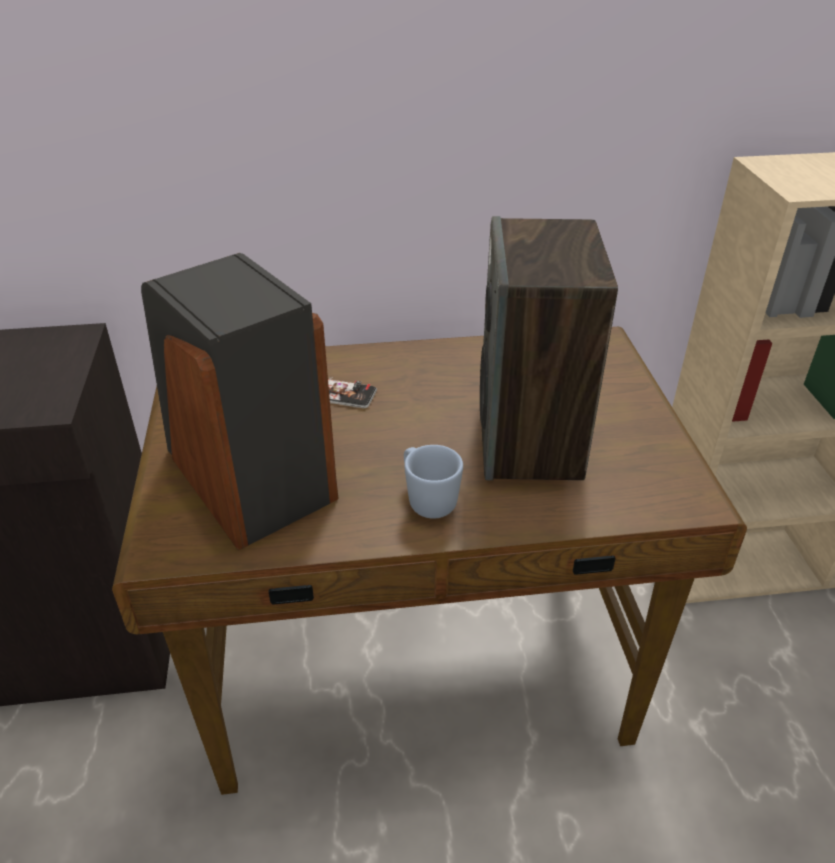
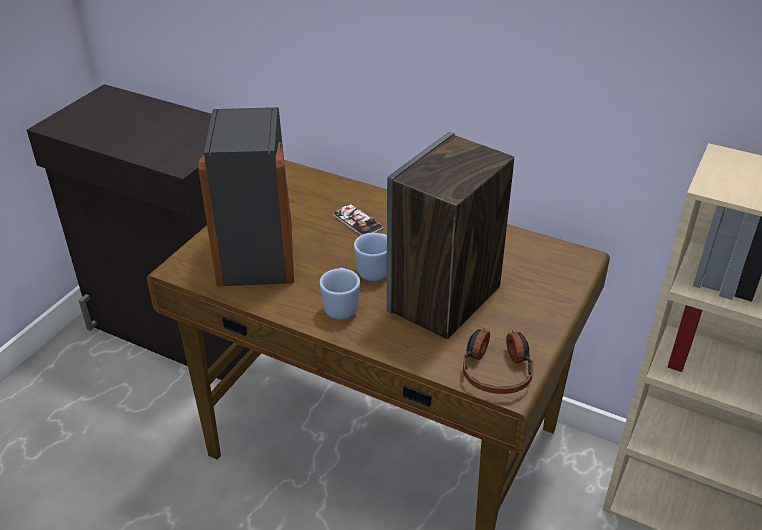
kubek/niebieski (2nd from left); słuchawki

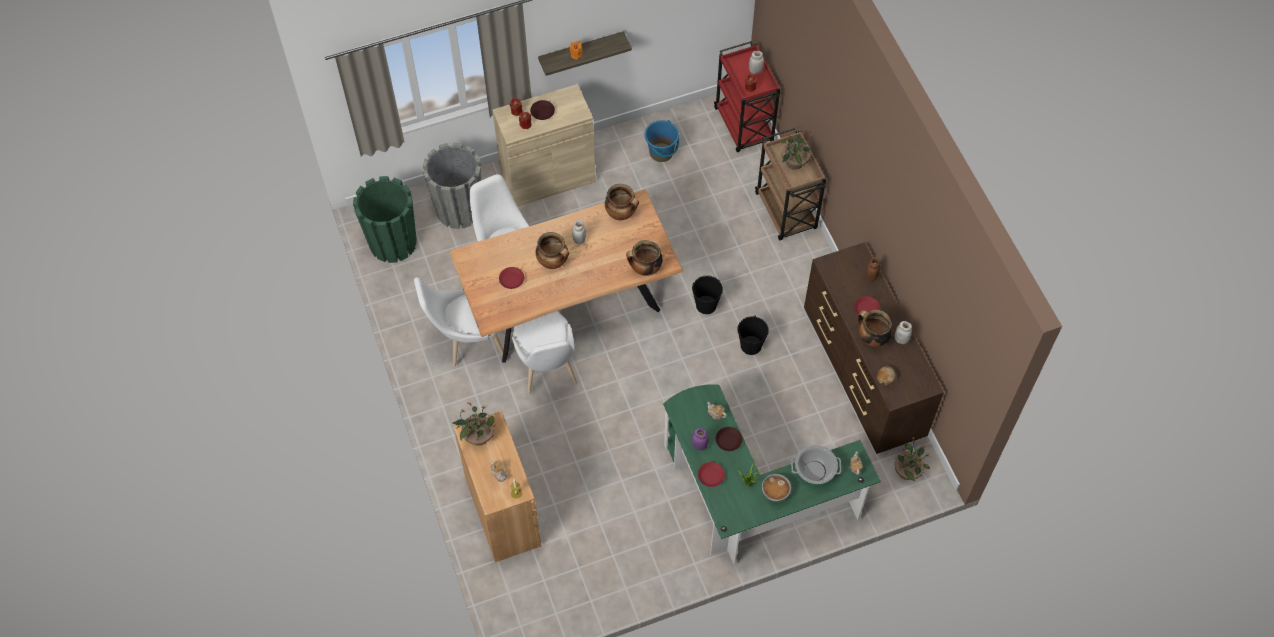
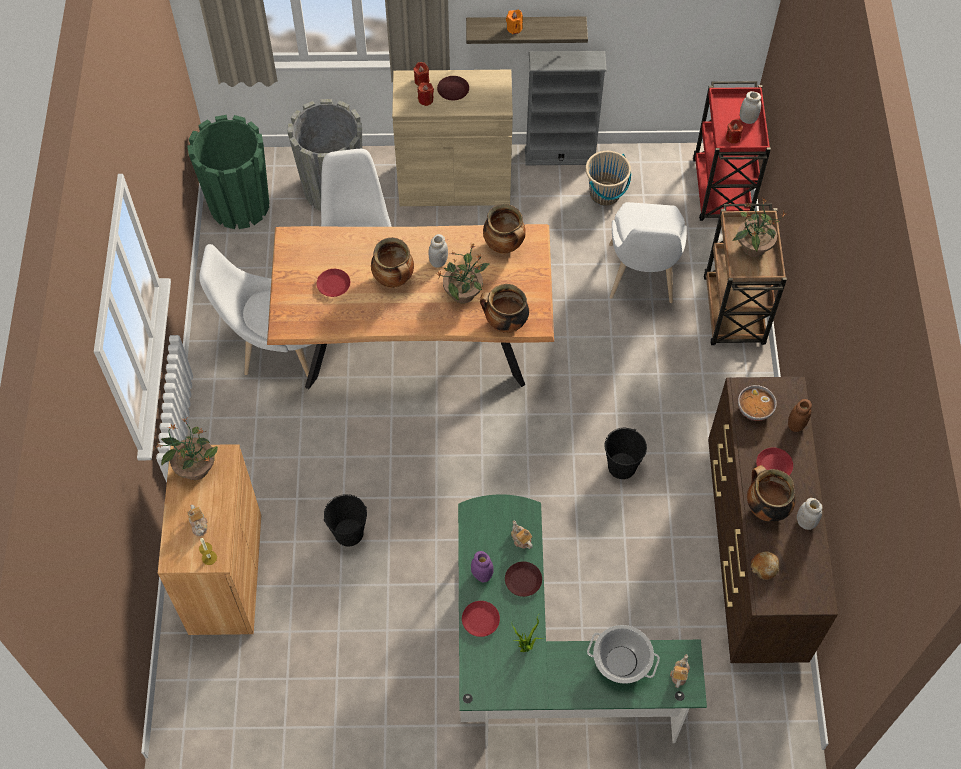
regał/szary; krzesło/biały (3rd from left); wiadro/czarny (1st from left); miska; roślina doniczkowa (2nd from left); wiadro/beżowy

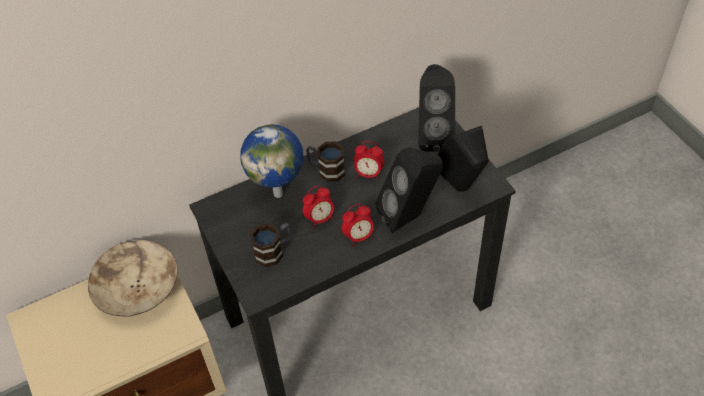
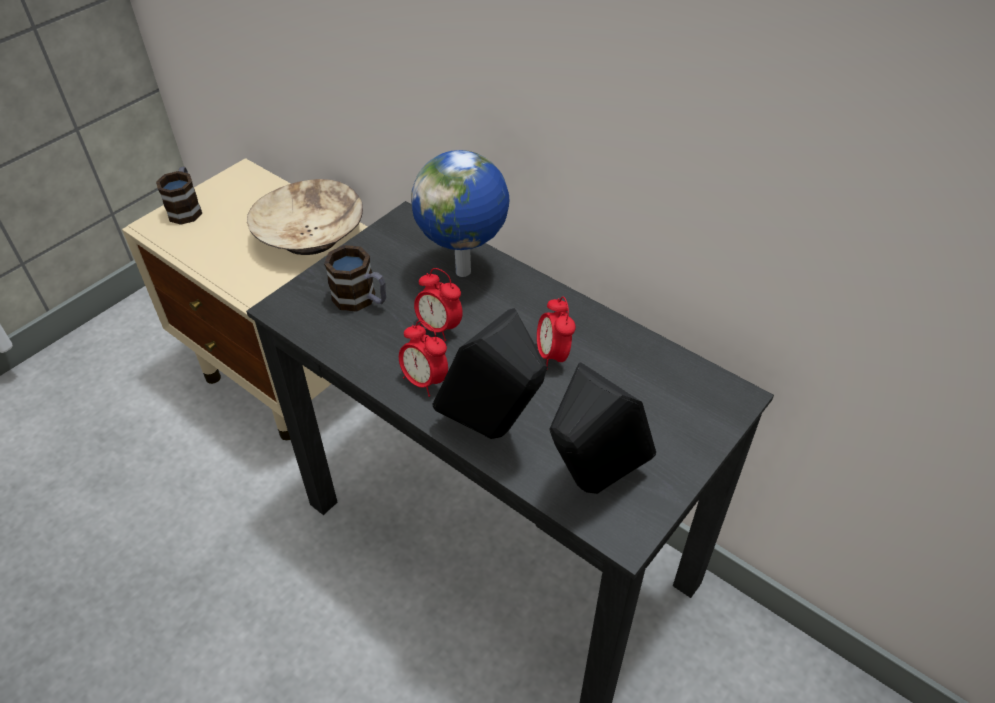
głośnik/czarny (2nd from left in the first image); kubek (1st from left)

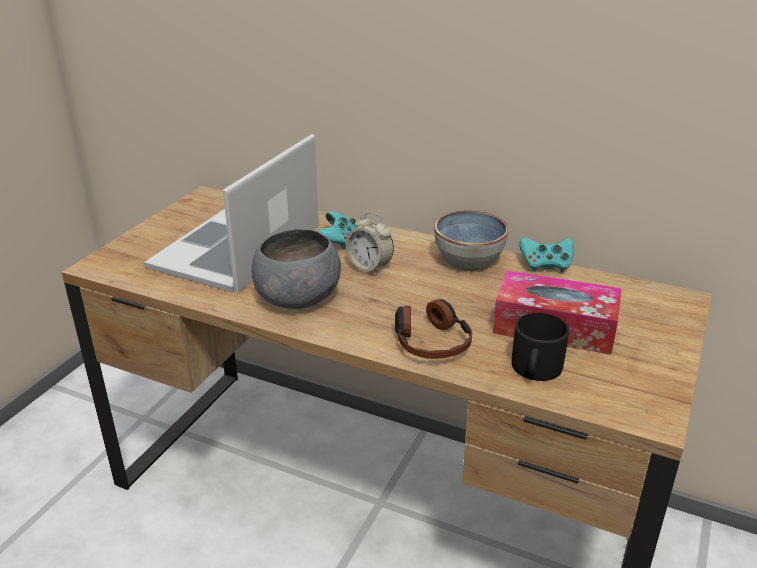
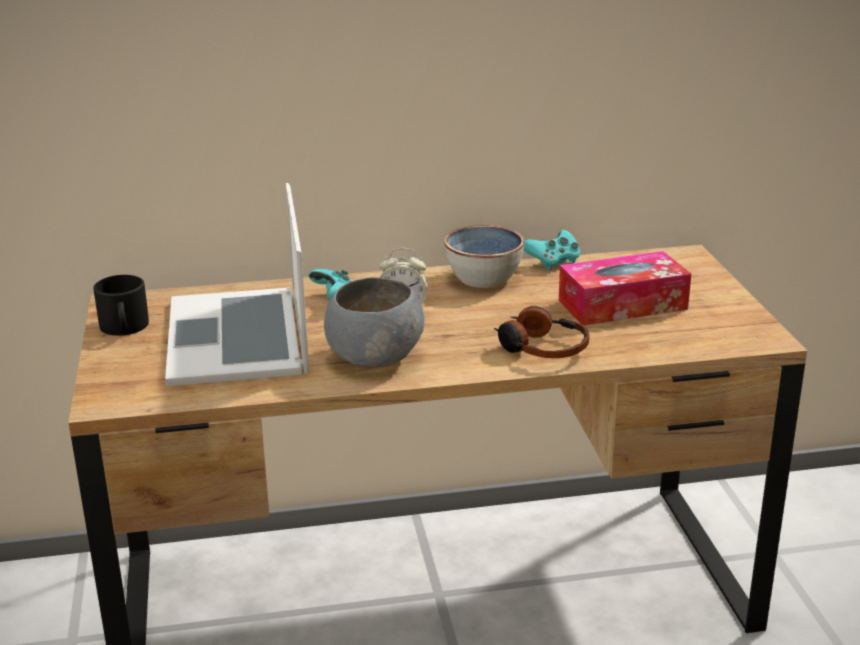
kubek/czarny

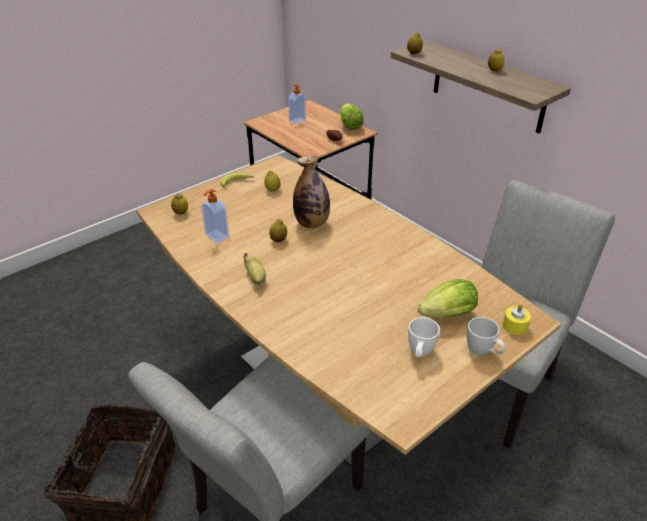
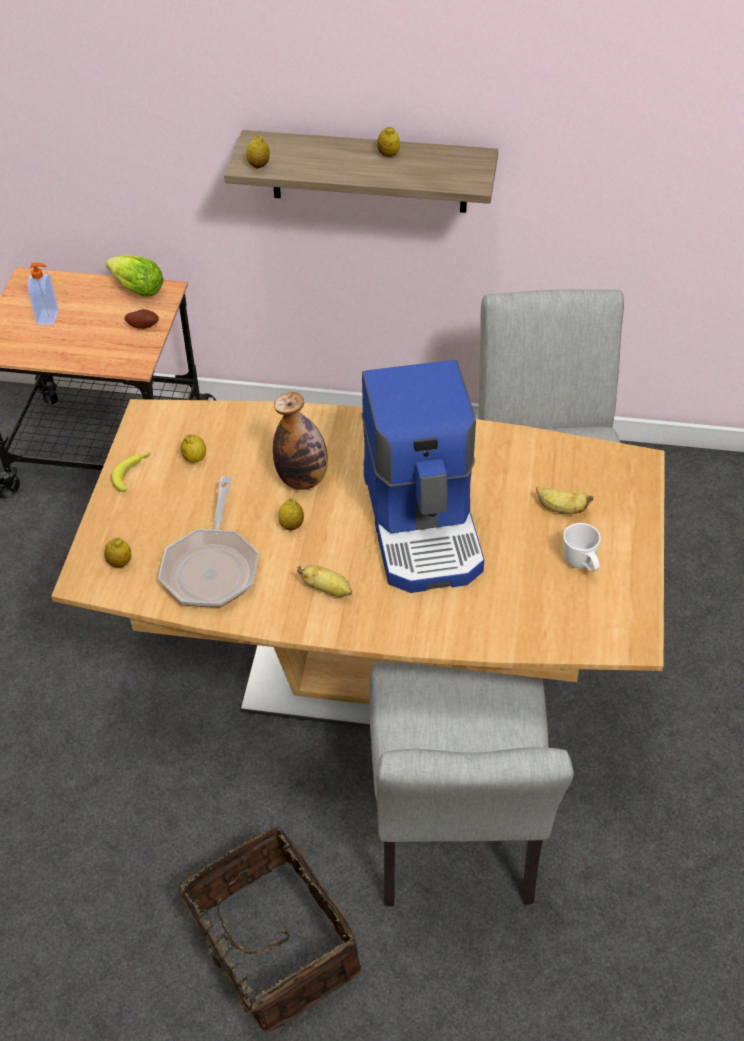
kubek/biały (2nd from left in the first image); świeca/żółty; ekspres do kawy; patelnia; banan (3rd from left)

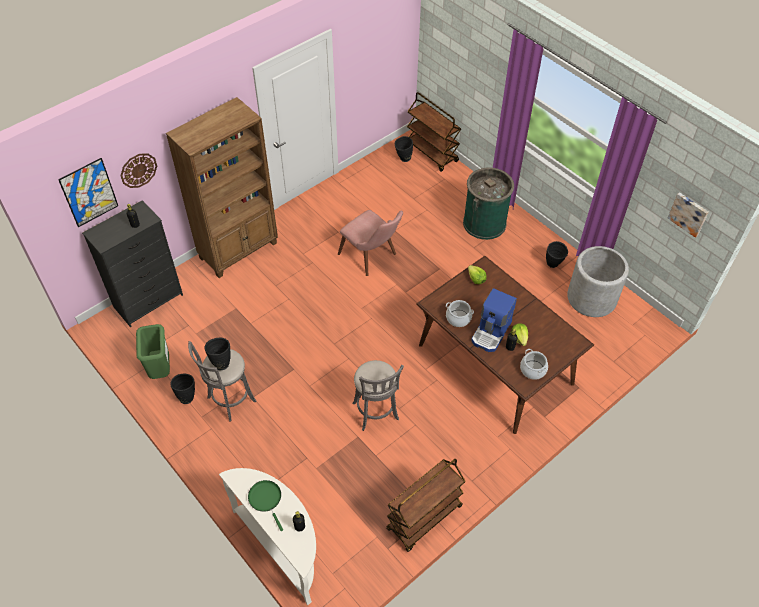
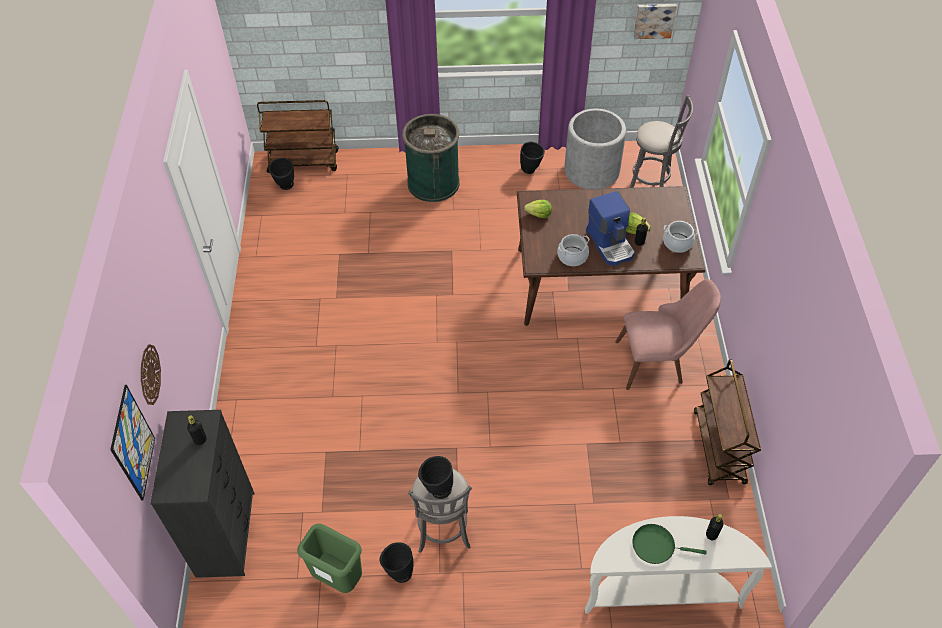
regał/brązowy; krzesło/różowy; stołek/szary (2nd from left)

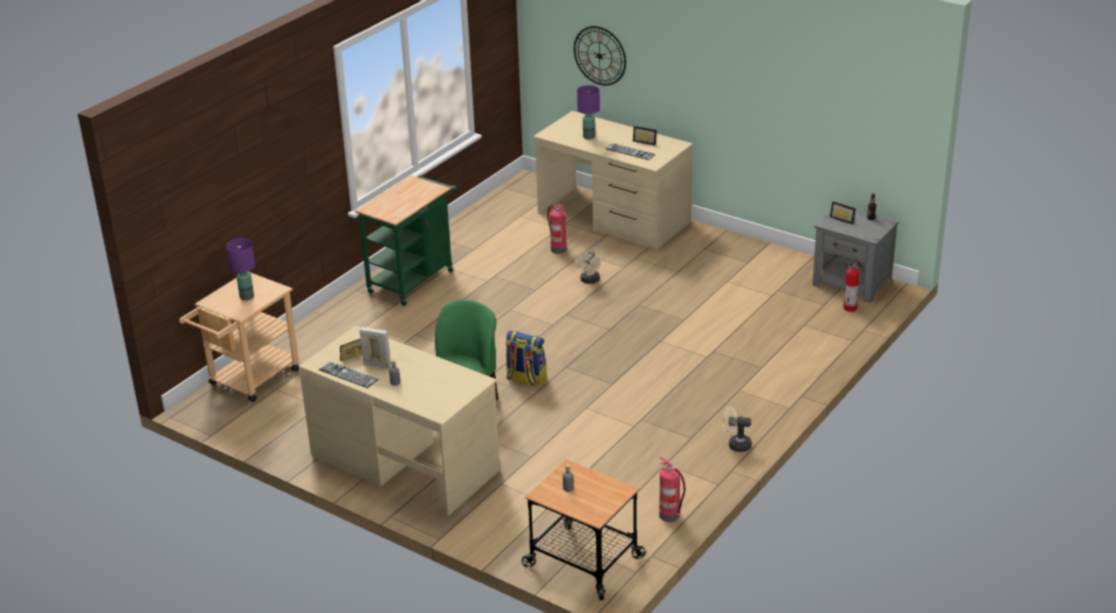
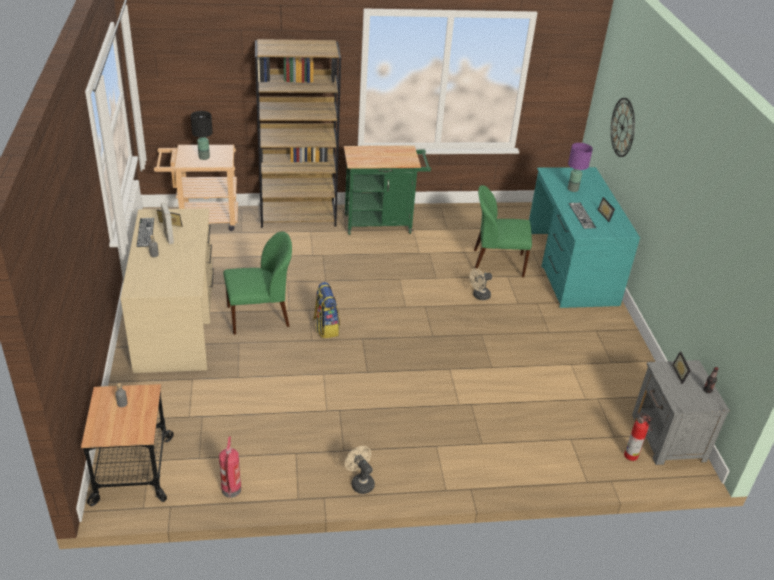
regał/brązowy; krzesło/zielony (2nd from left); lampa stołowa/czarny; biurko/turkusowy

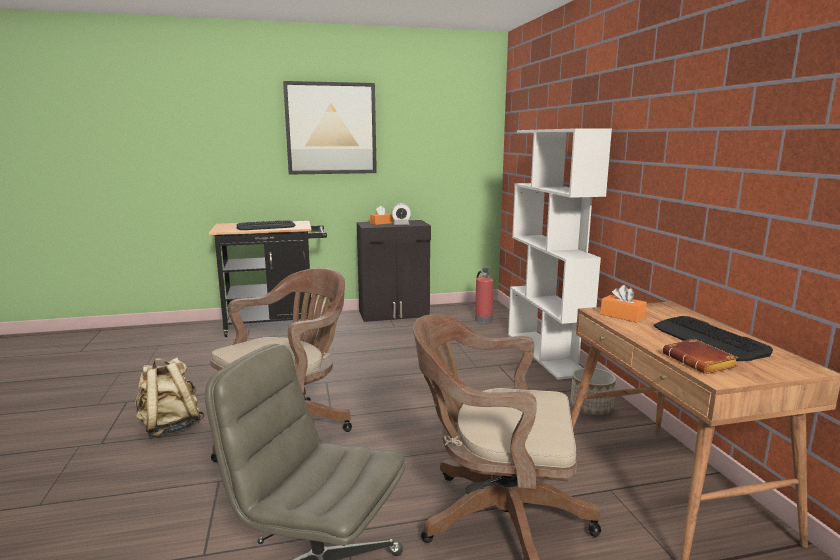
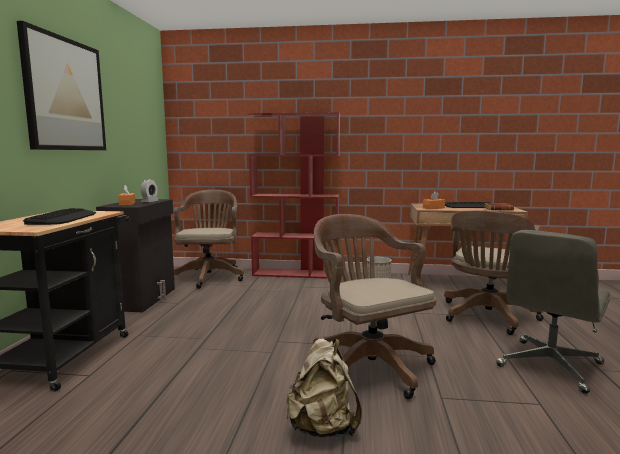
krzesło biurowe/brązowy (1st from left); regał/czerwony

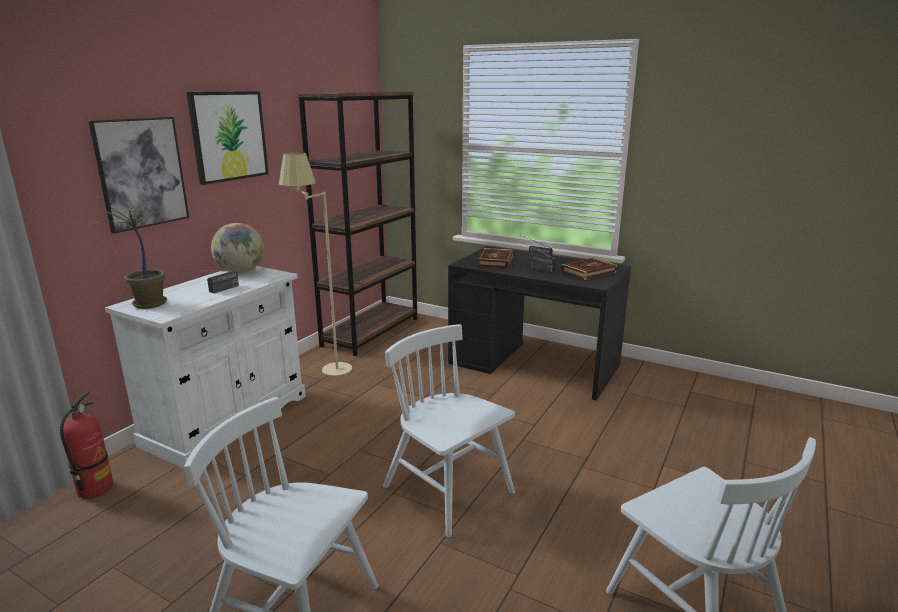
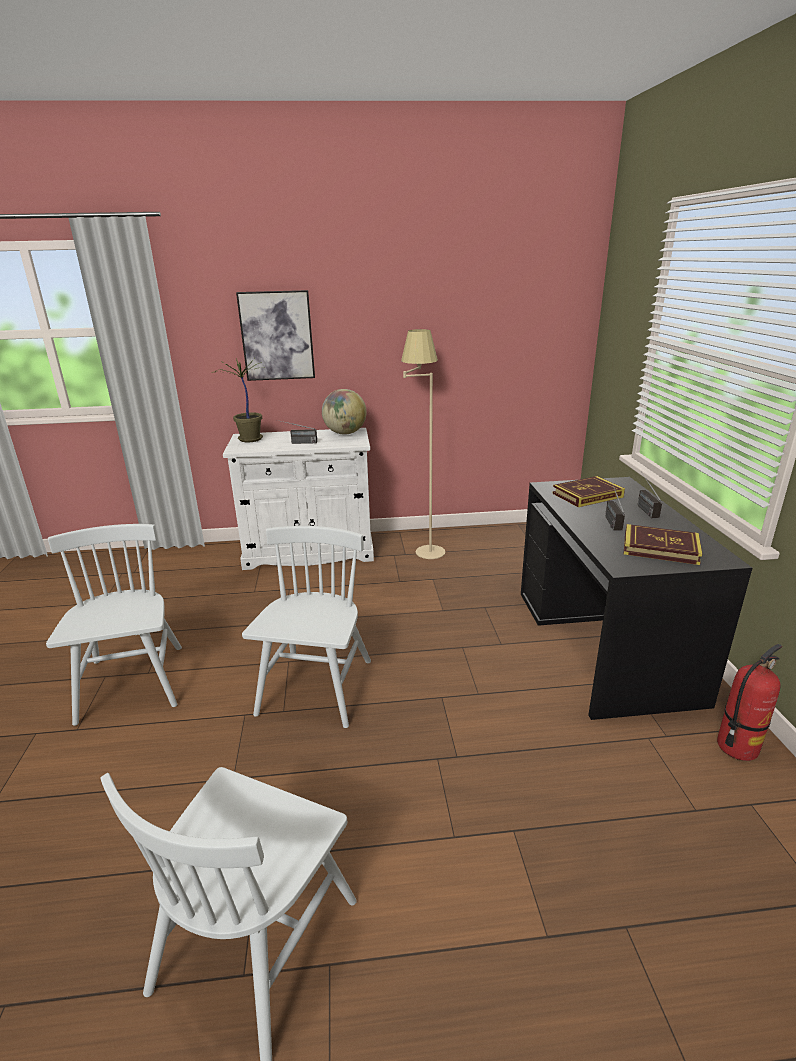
obraz (2nd from left in the first image); regał/brązowy; gaśnica

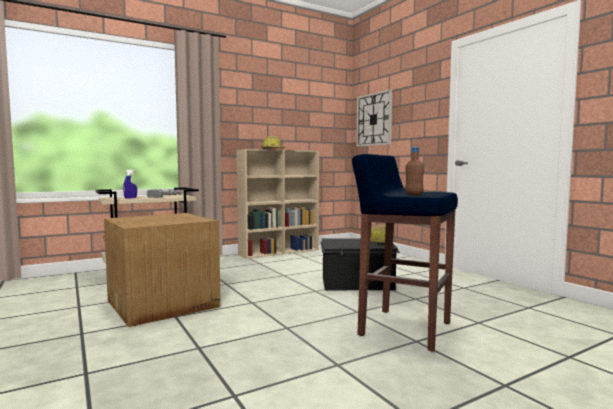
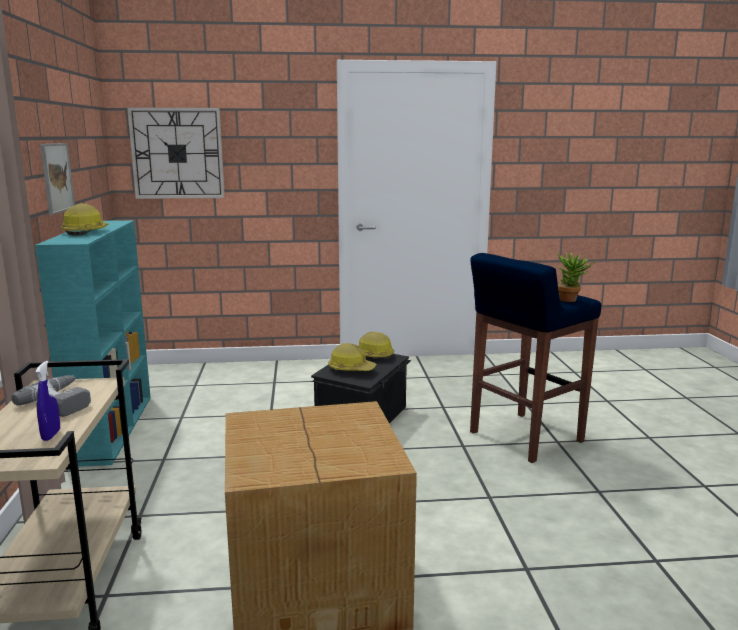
obraz; kask (2nd from left); roślina doniczkowa; regał/turkusowy

